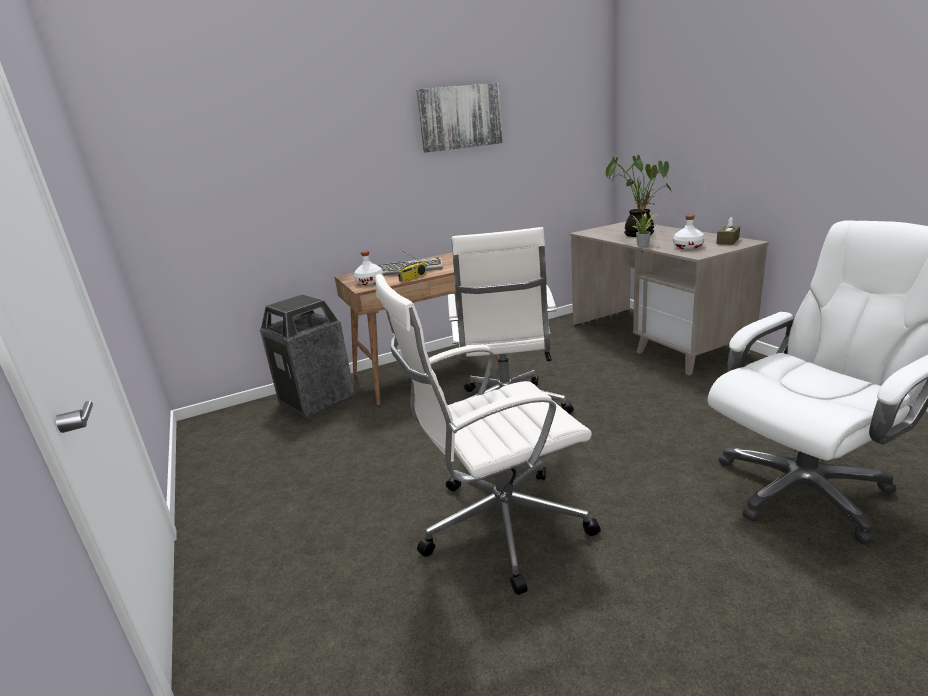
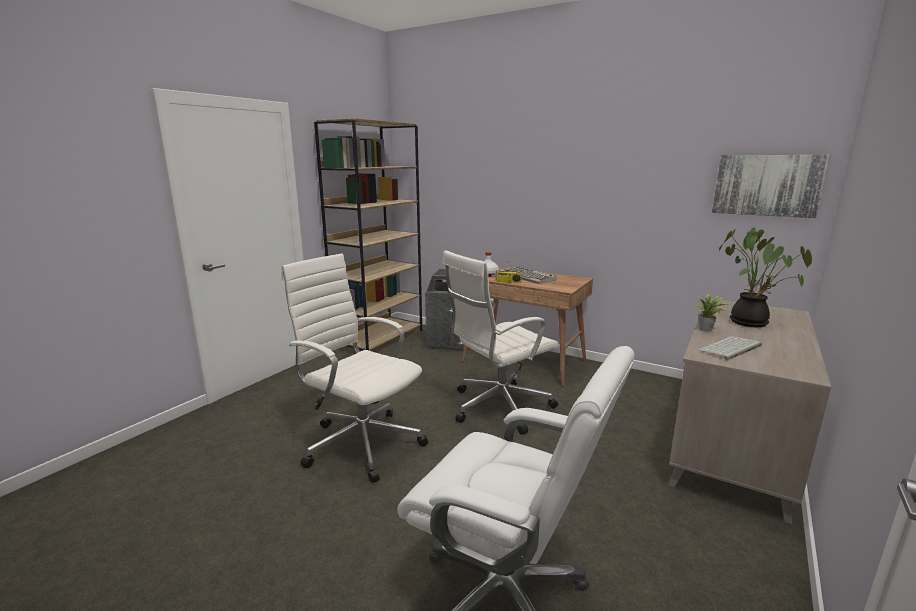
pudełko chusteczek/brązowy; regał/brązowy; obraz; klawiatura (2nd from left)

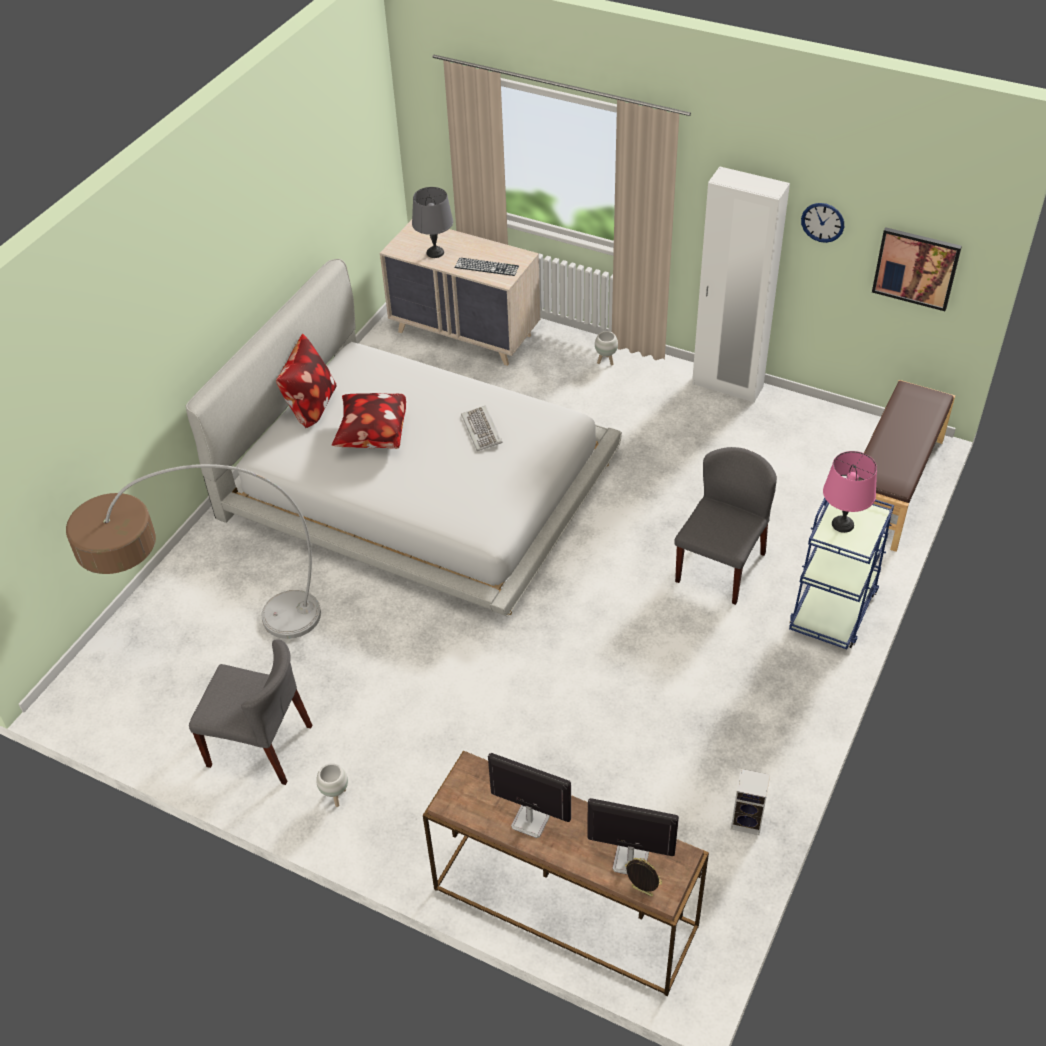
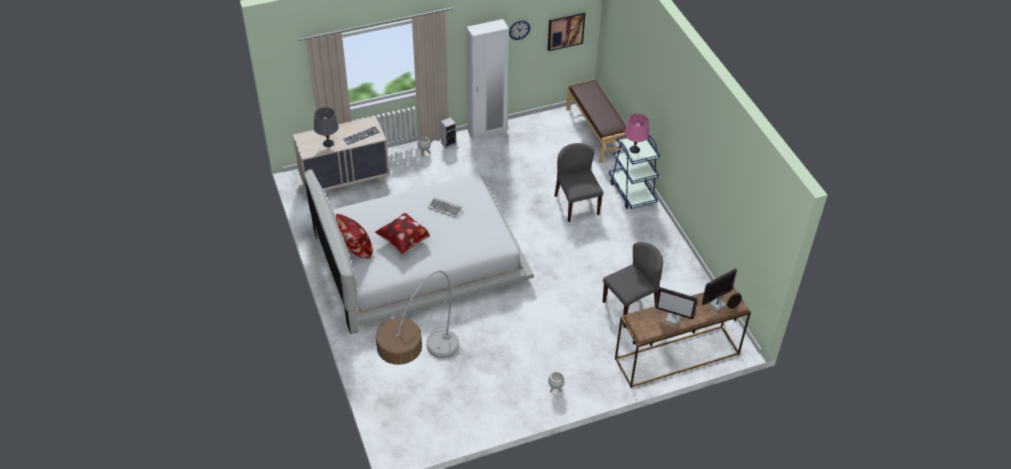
krzesło/szary (2nd from left); głośnik; monitor (1st from left)

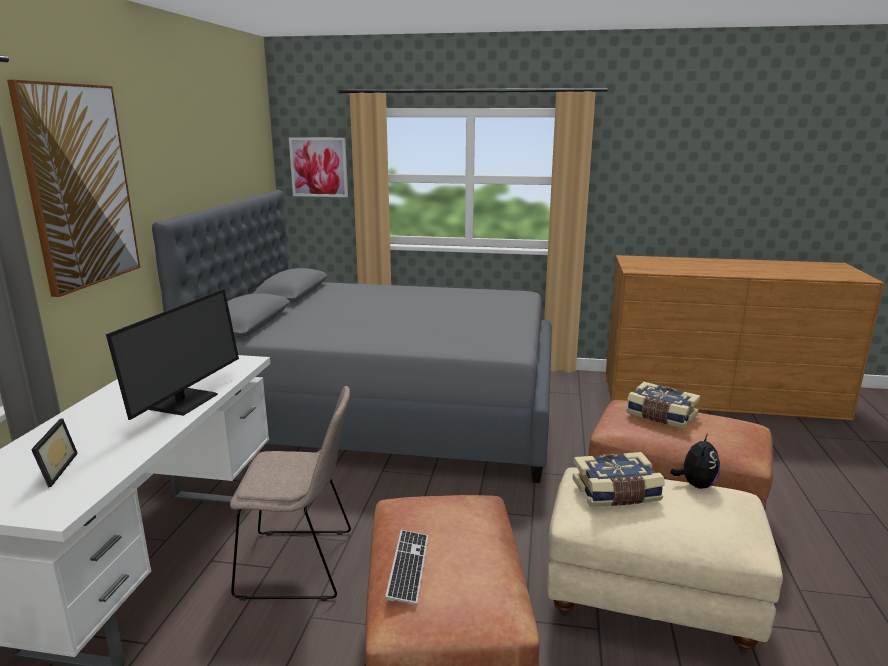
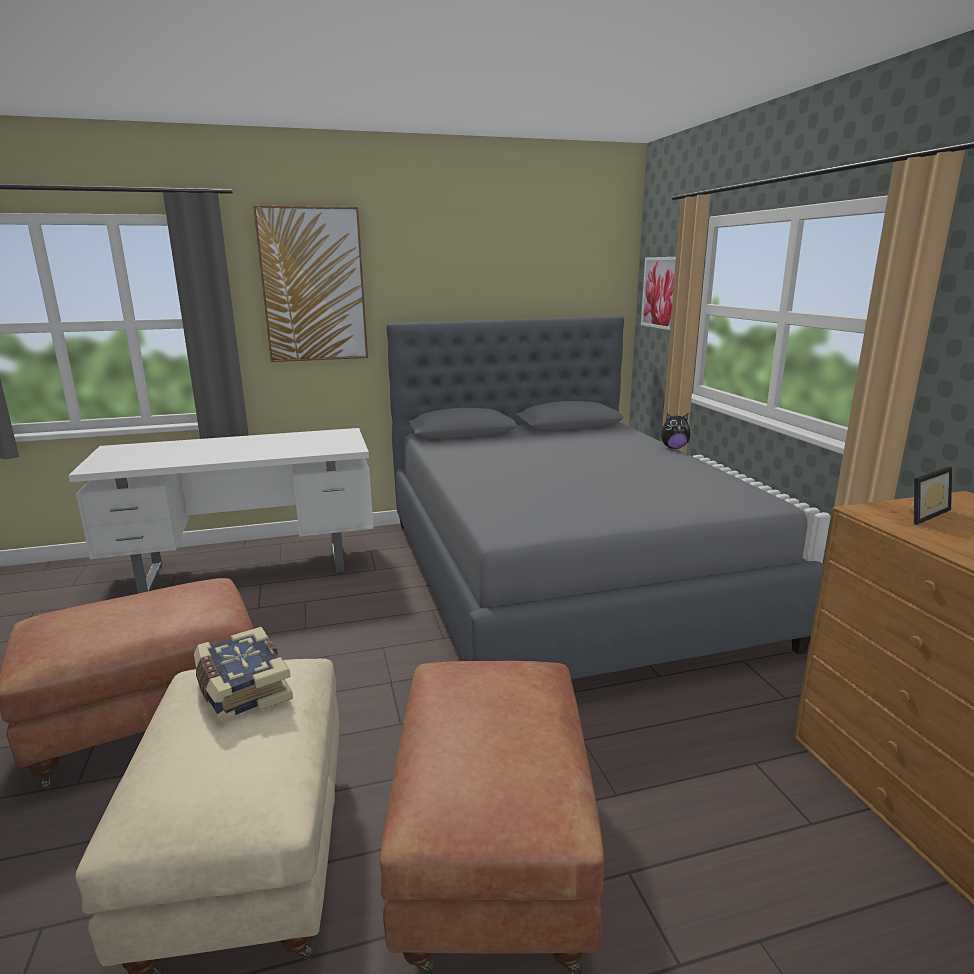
monitor; krzesło/beżowy; klawiatura; książka (2nd from left in the first image); ramka na zdjęcie; pluszak

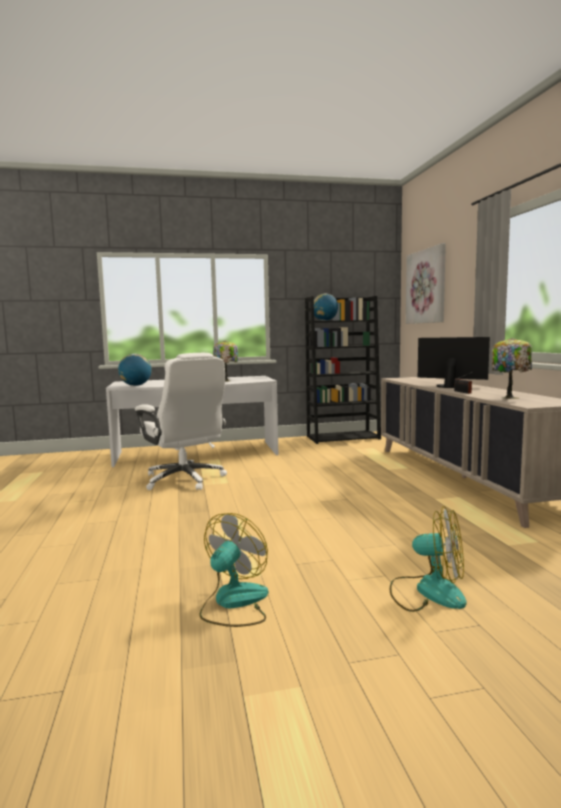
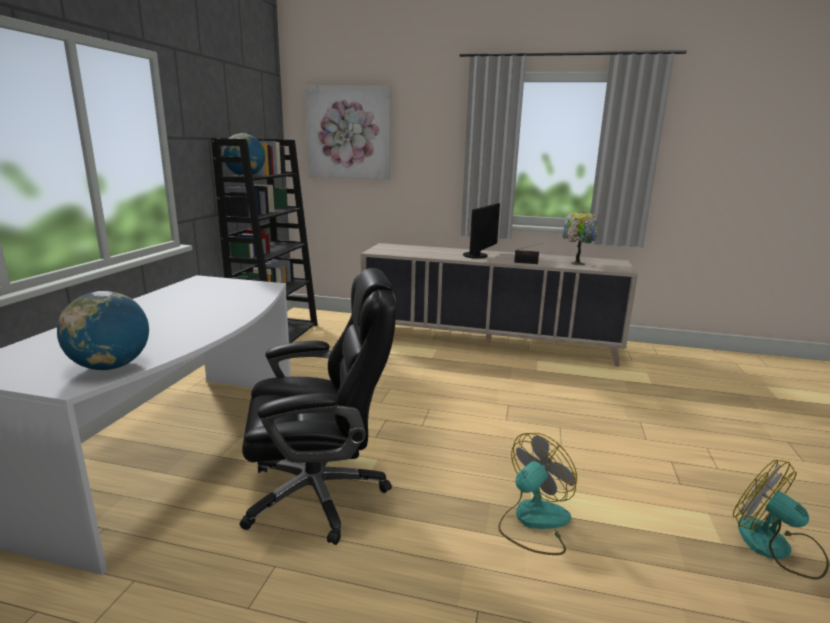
lampa stołowa (1st from left in the first image); wentylator (1st from left); krzesło biurowe/czarny; monitor

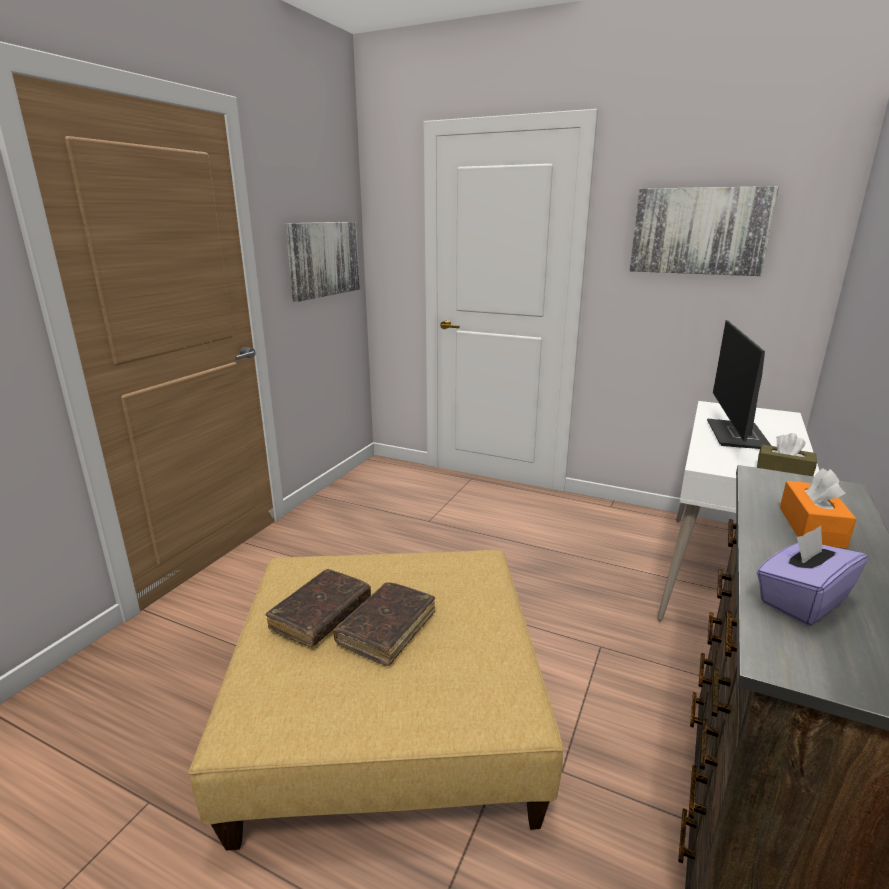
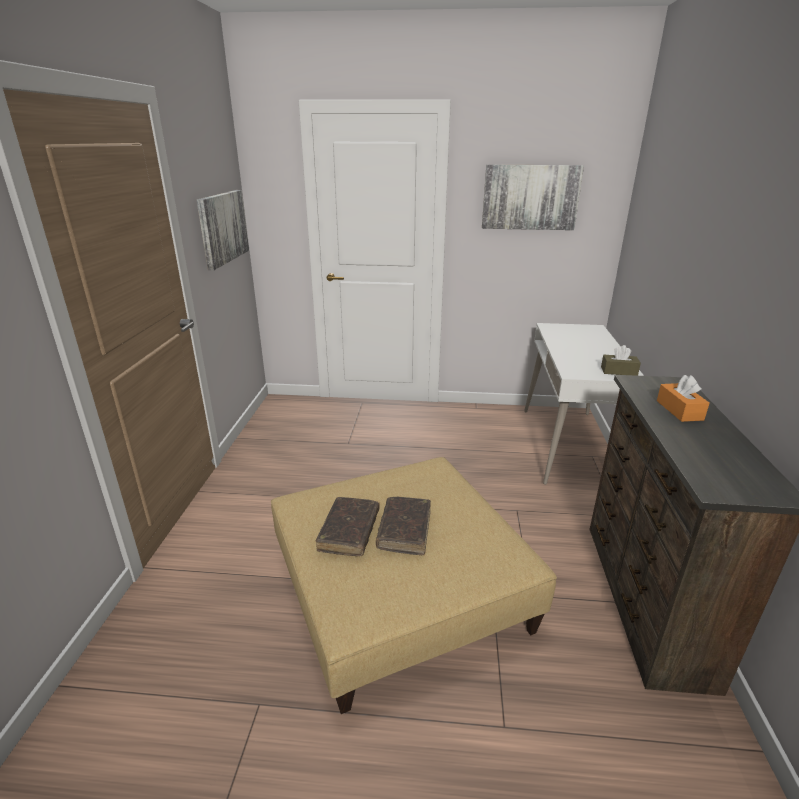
monitor; pudełko chusteczek/fioletowy

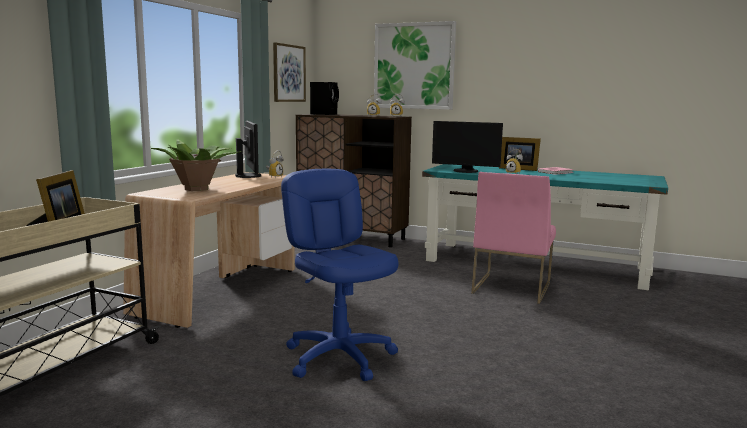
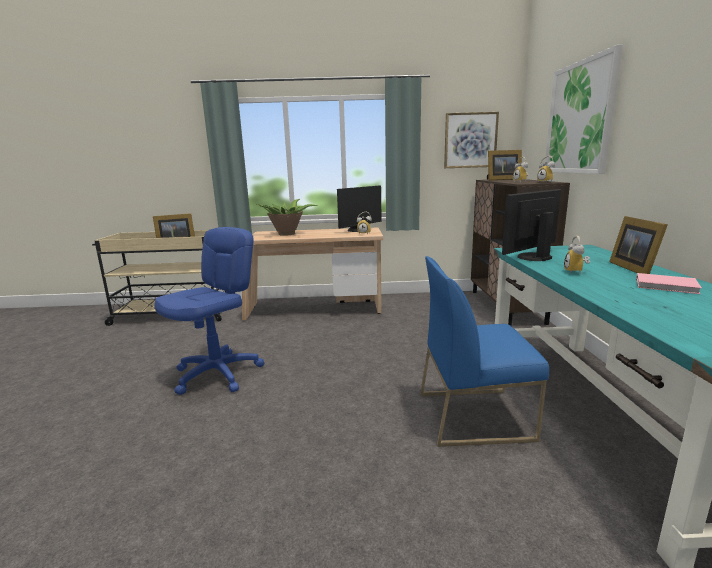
ramka na zdjęcie (2nd from left); krzesło/niebieski; monitor (2nd from left)

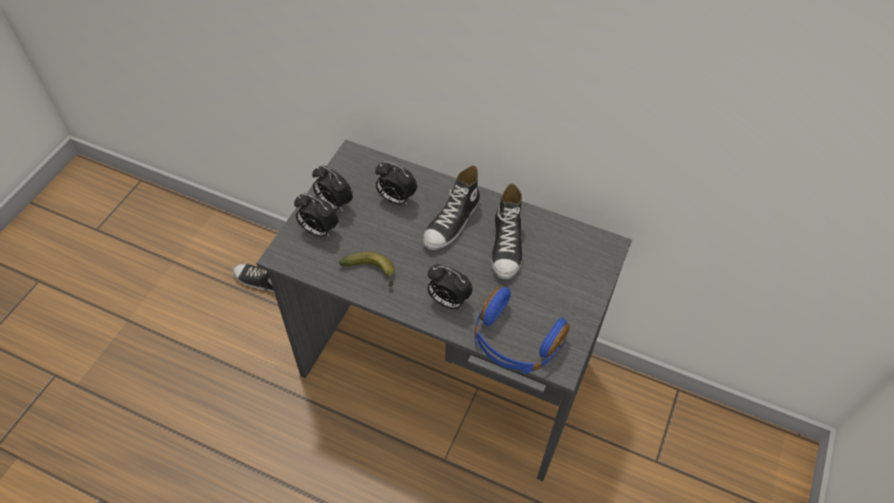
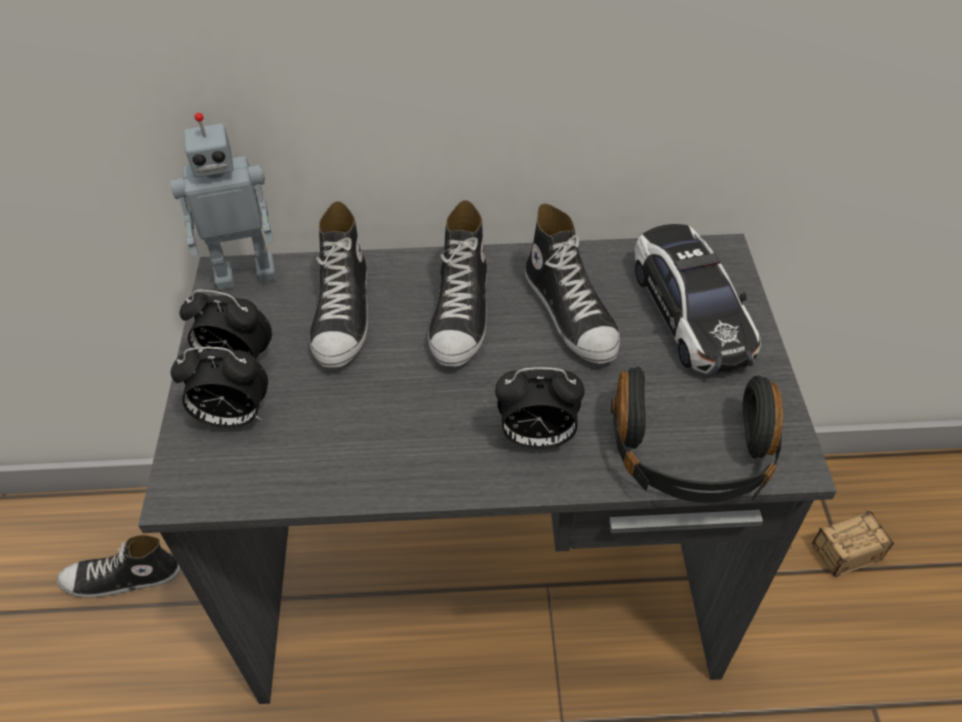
banan; robot zabawkowy; samochodzik; pojemnik do przechowywania; but (2nd from left); słuchawki/czarny

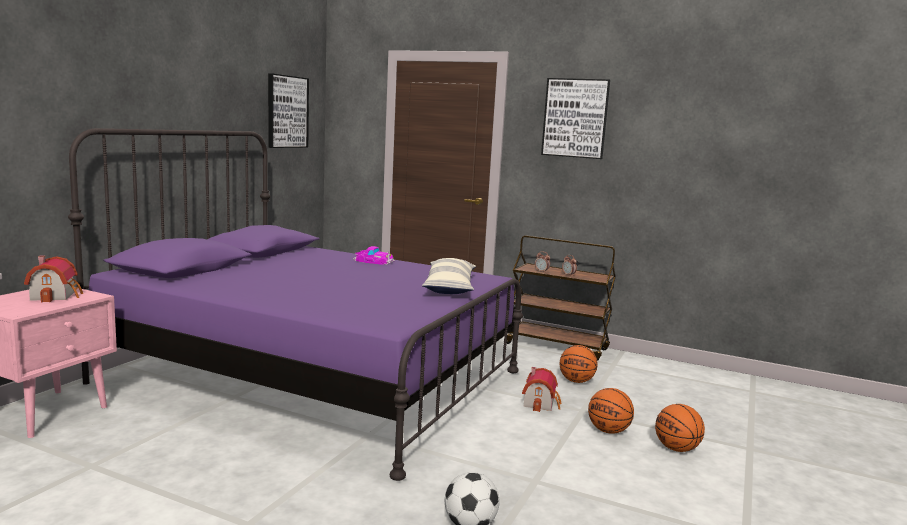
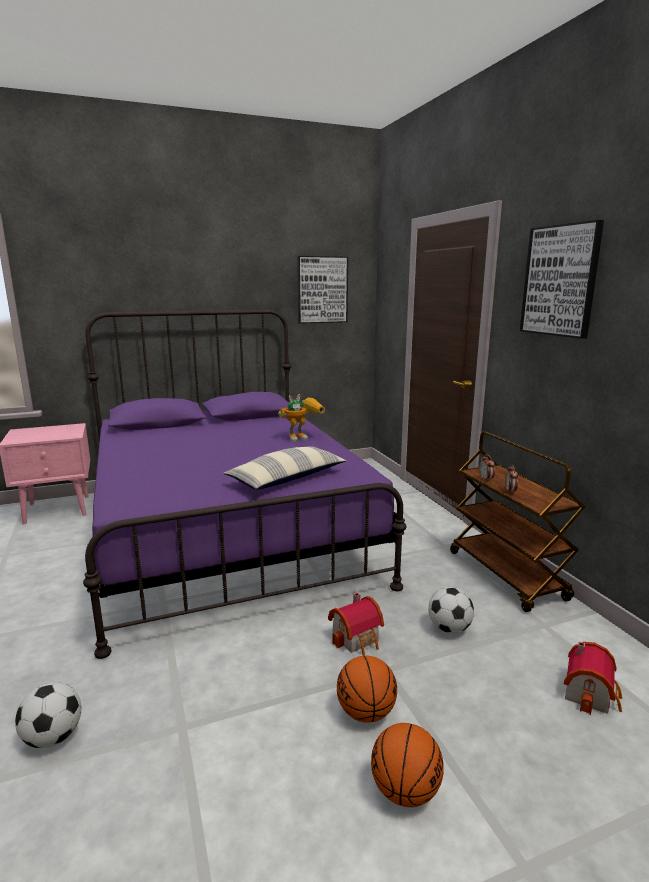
domek (2nd from left); robot zabawkowy; piłka futbolowa (2nd from left)

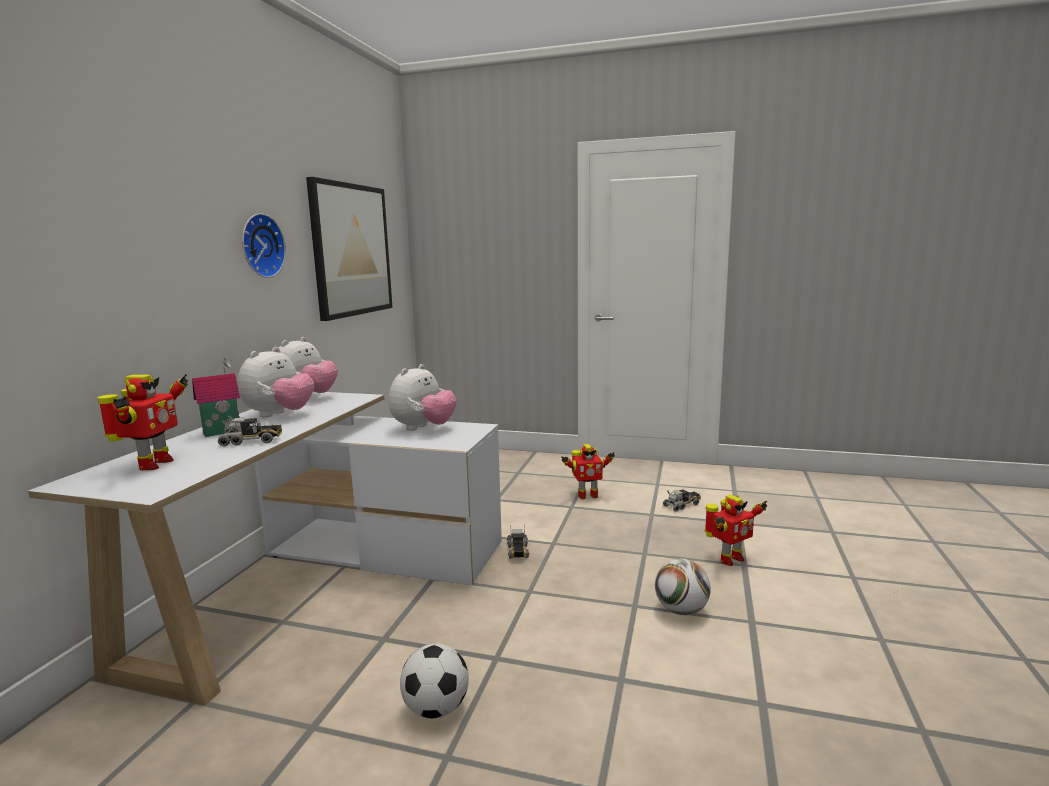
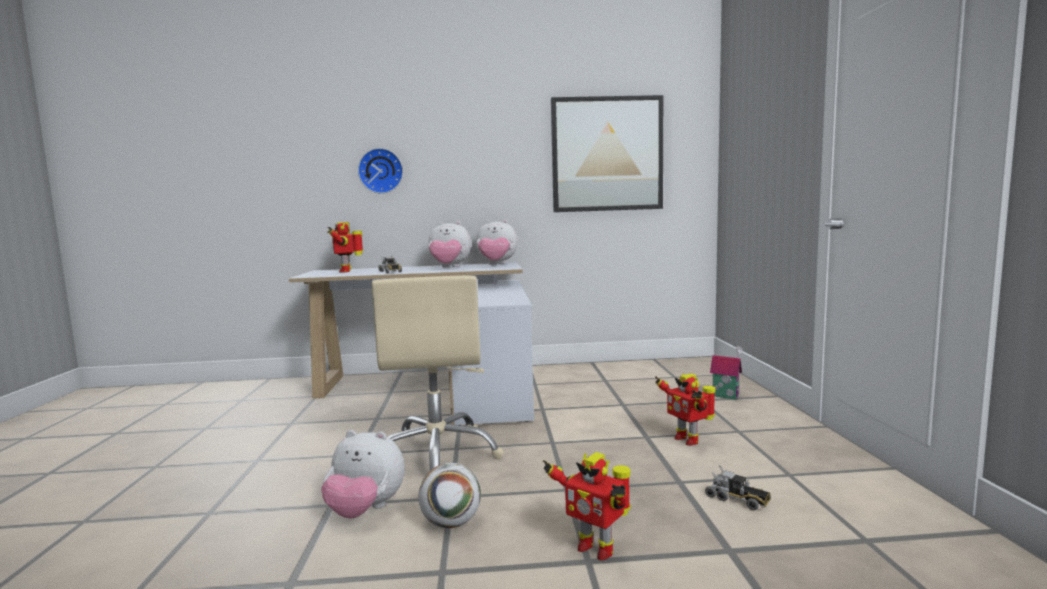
piłka futbolowa (1st from left in the first image); ciężarówka zabawkowa (2nd from left in the first image); krzesło biurowe/beżowy; domek; zegar ścienny; pluszak (1st from left); robot zabawkowy (1st from left)

